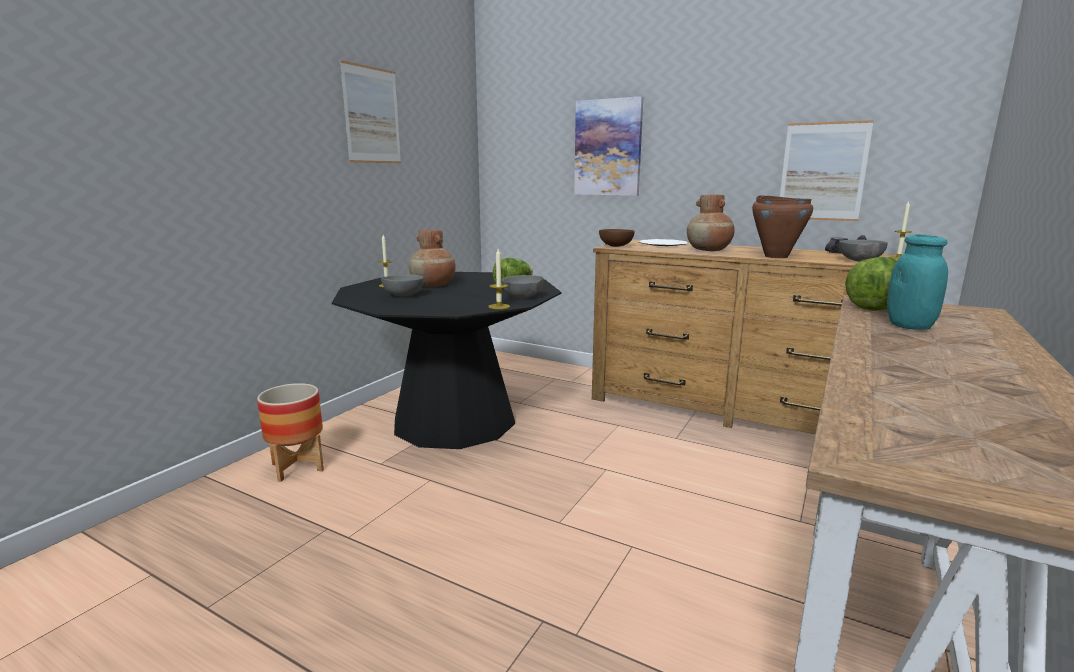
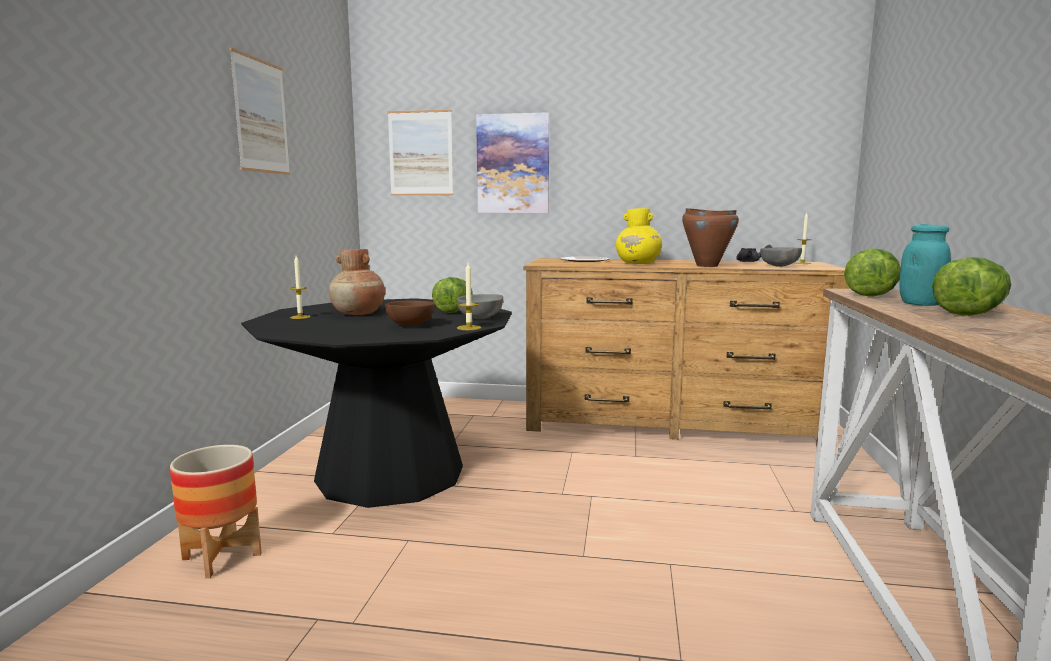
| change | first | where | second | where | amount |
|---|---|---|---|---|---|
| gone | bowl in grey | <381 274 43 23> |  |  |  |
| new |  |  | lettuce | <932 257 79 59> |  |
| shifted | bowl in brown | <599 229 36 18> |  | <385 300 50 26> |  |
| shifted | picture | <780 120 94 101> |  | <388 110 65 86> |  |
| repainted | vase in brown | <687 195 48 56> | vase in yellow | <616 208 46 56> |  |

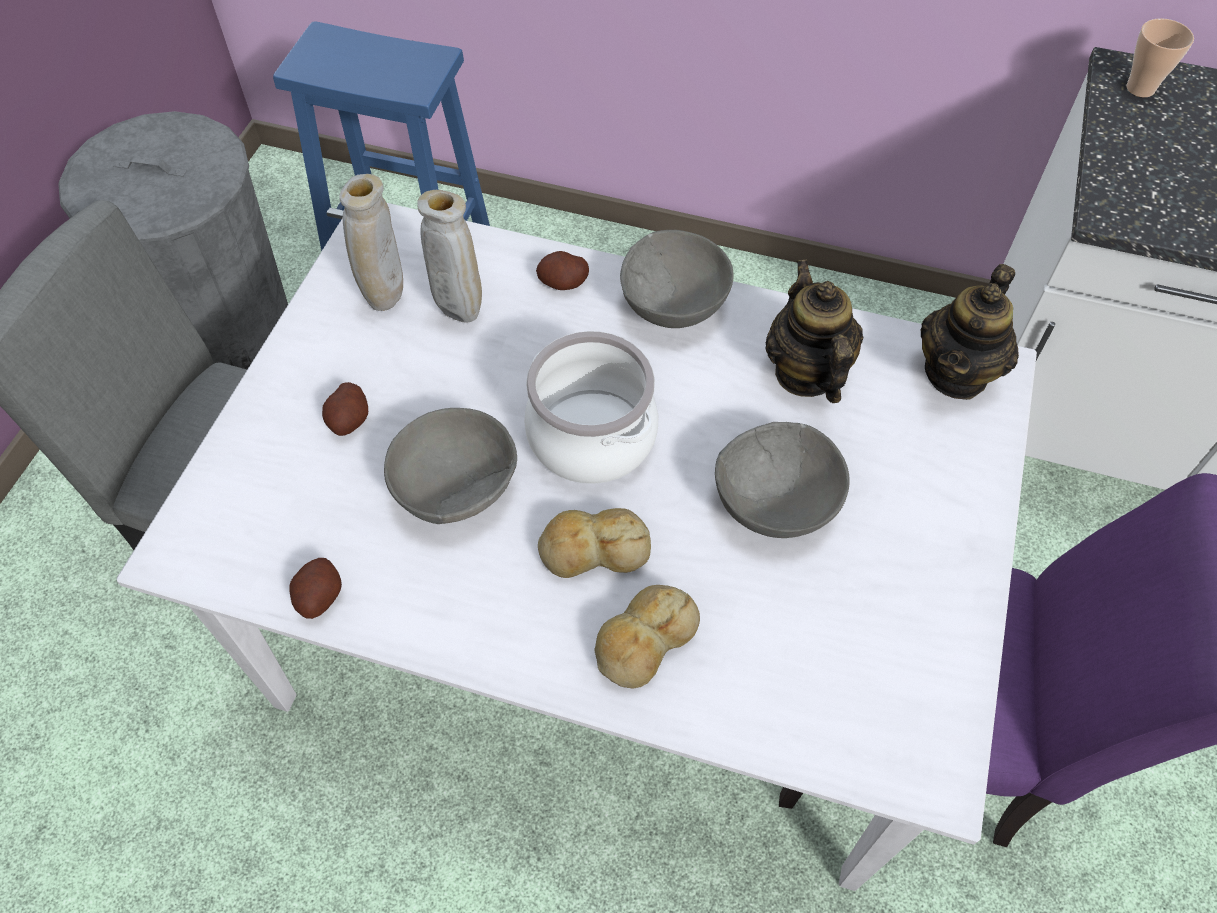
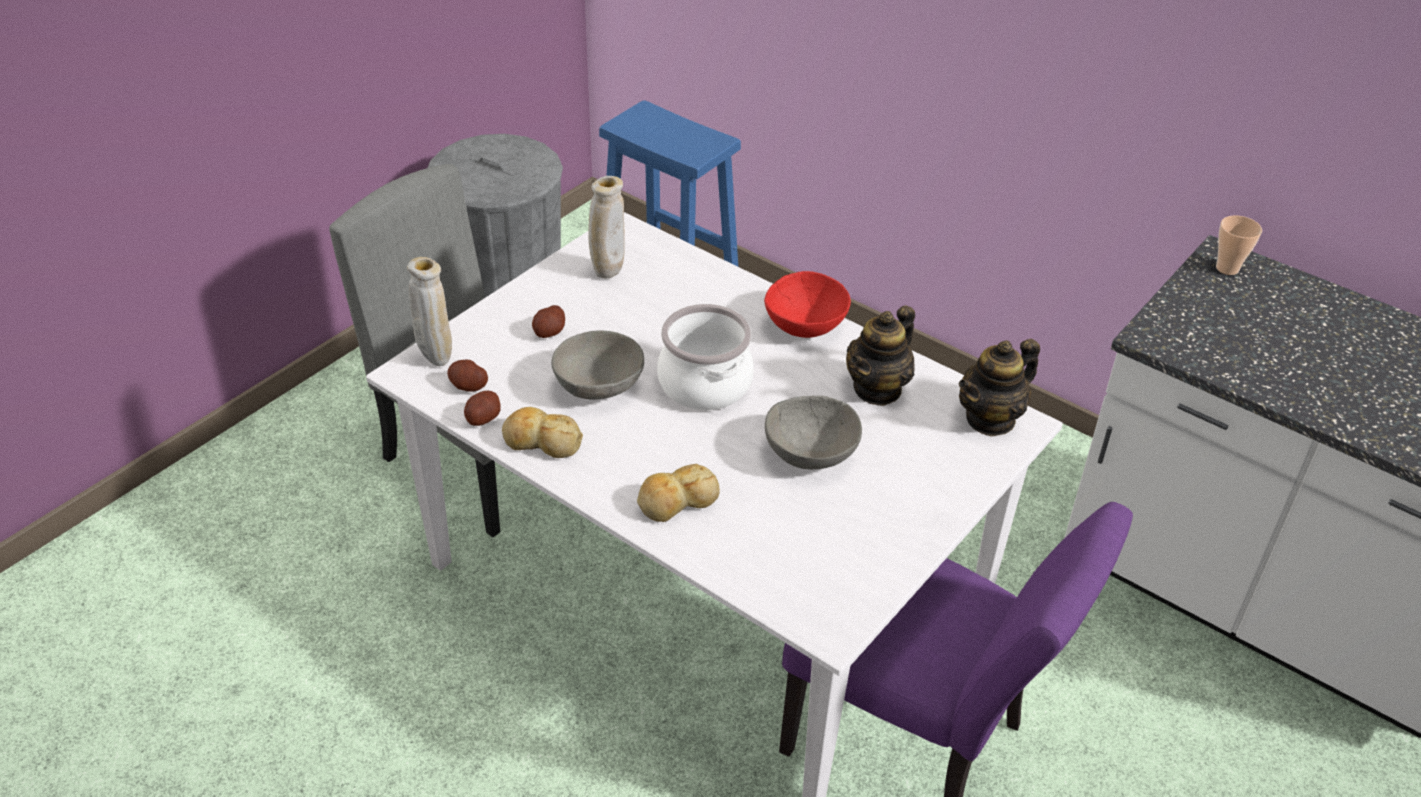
| change | first | where | second | where | amount |
|---|---|---|---|---|---|
| shifted | vase in beige | <417 190 65 133> |  | <407 257 45 109> |  |
| shifted | potato | <536 251 53 39> |  | <447 360 41 32> |  |
| shifted | bread | <538 508 113 70> |  | <502 407 81 51> |  |
| repainted | bowl in grey | <620 230 114 98> | bowl in red | <764 271 87 67> |  |
| rotated | teapot | <765 259 99 144> |  | <846 305 69 101> | 150 degrees counterclockwise |

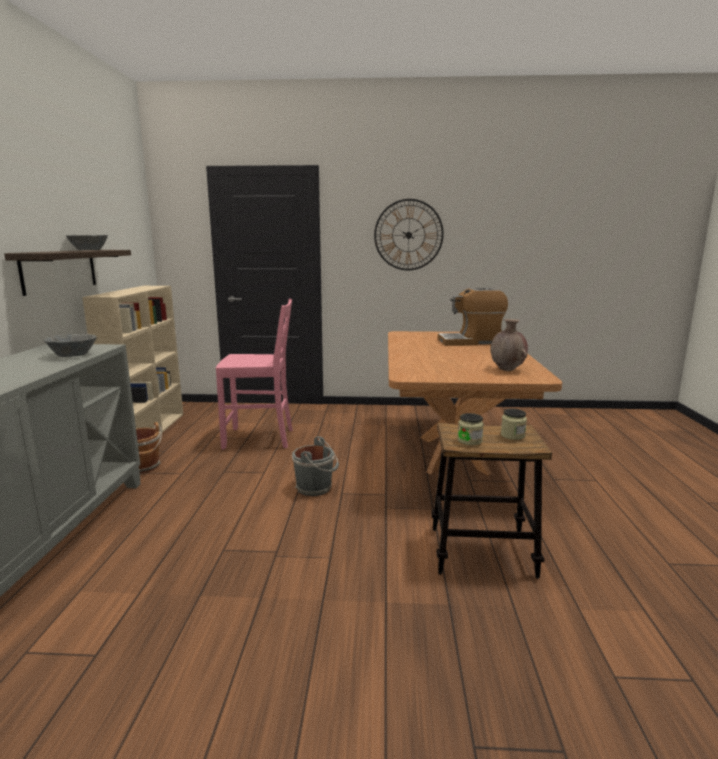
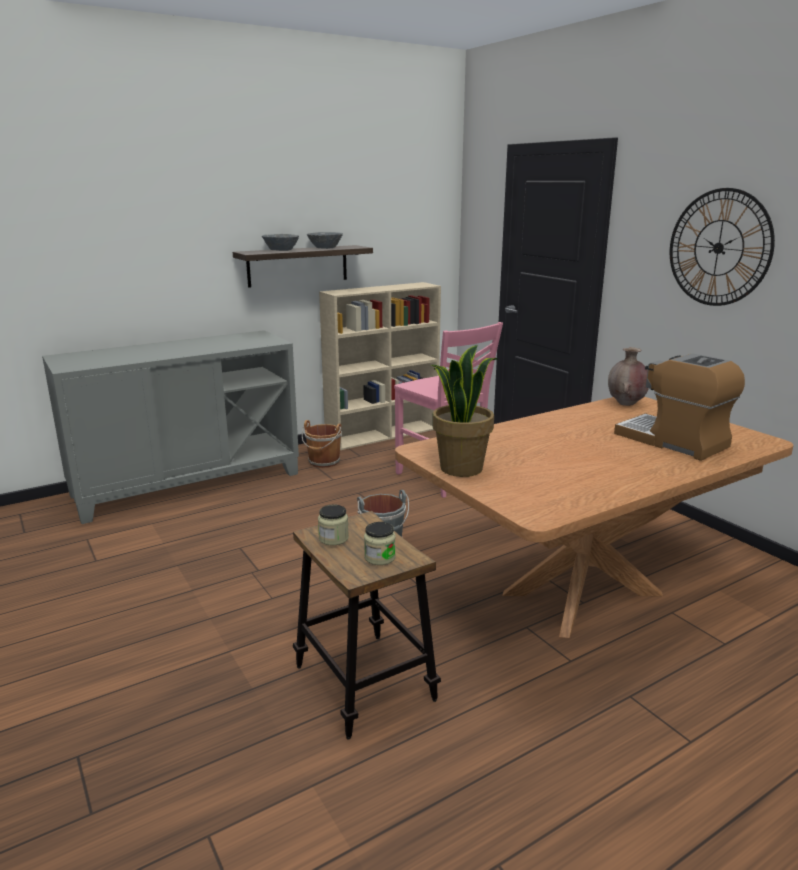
| change | first | where | second | where | amount |
|---|---|---|---|---|---|
| new |  |  | potted plant | <431 345 67 132> |  |
| shifted | bowl in grey | <44 334 53 23> |  | <262 234 37 17> |  |
| shifted | vase in brown | <491 319 37 52> |  | <608 347 41 59> |  |

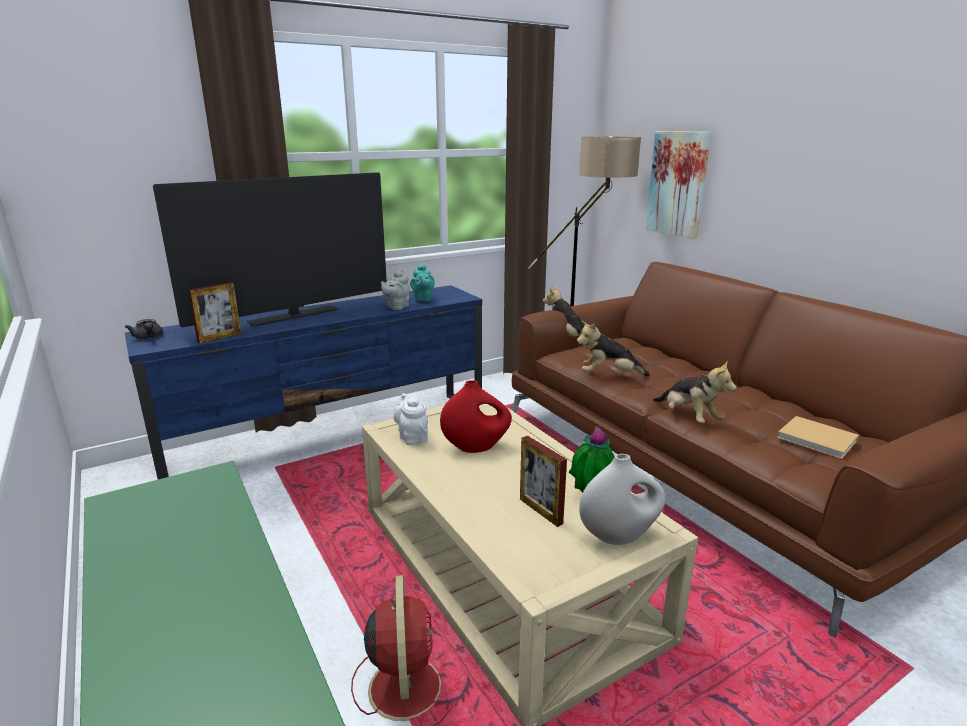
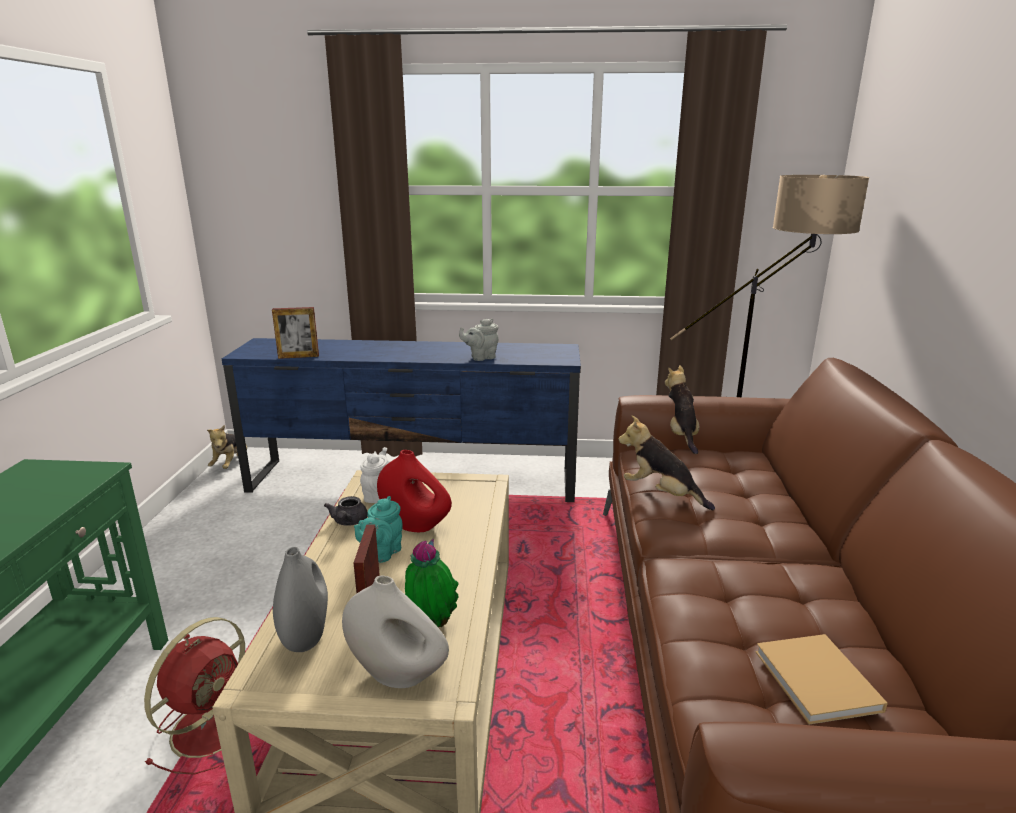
| change | first | where | second | where | amount |
|---|---|---|---|---|---|
| gone | television | <153 172 234 156> |  |  |  |
| gone | picture | <646 131 65 108> |  |  |  |
| new |  |  | vase in grey | <273 547 55 105> |  |
| shifted | teapot in grey | <125 319 38 20> |  | <324 496 44 30> |  |
| shifted | teapot in turquoise | <410 264 25 38> |  | <354 496 49 67> |  |
| shifted | plush toy | <653 361 84 62> |  | <207 425 40 44> |  |

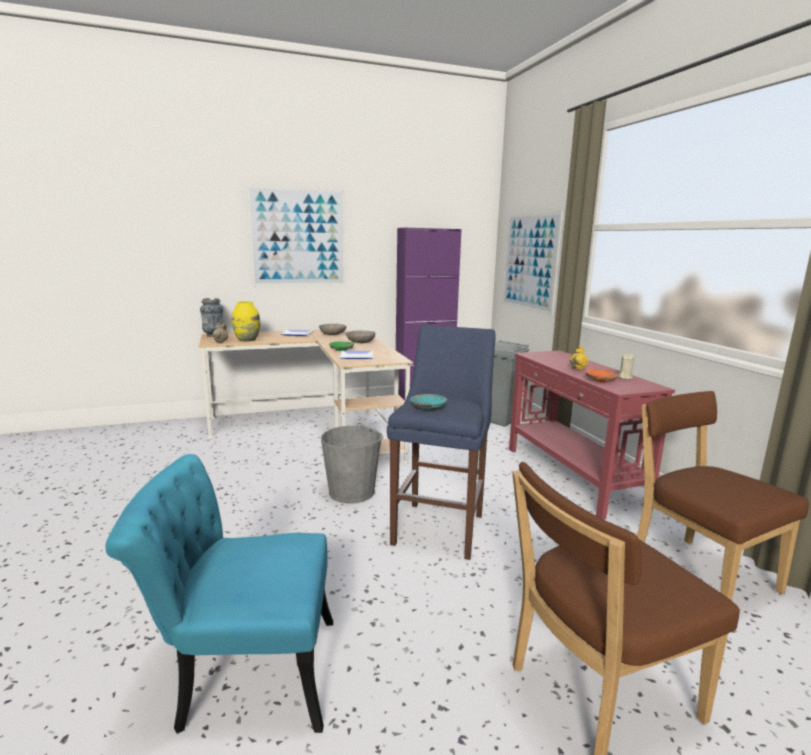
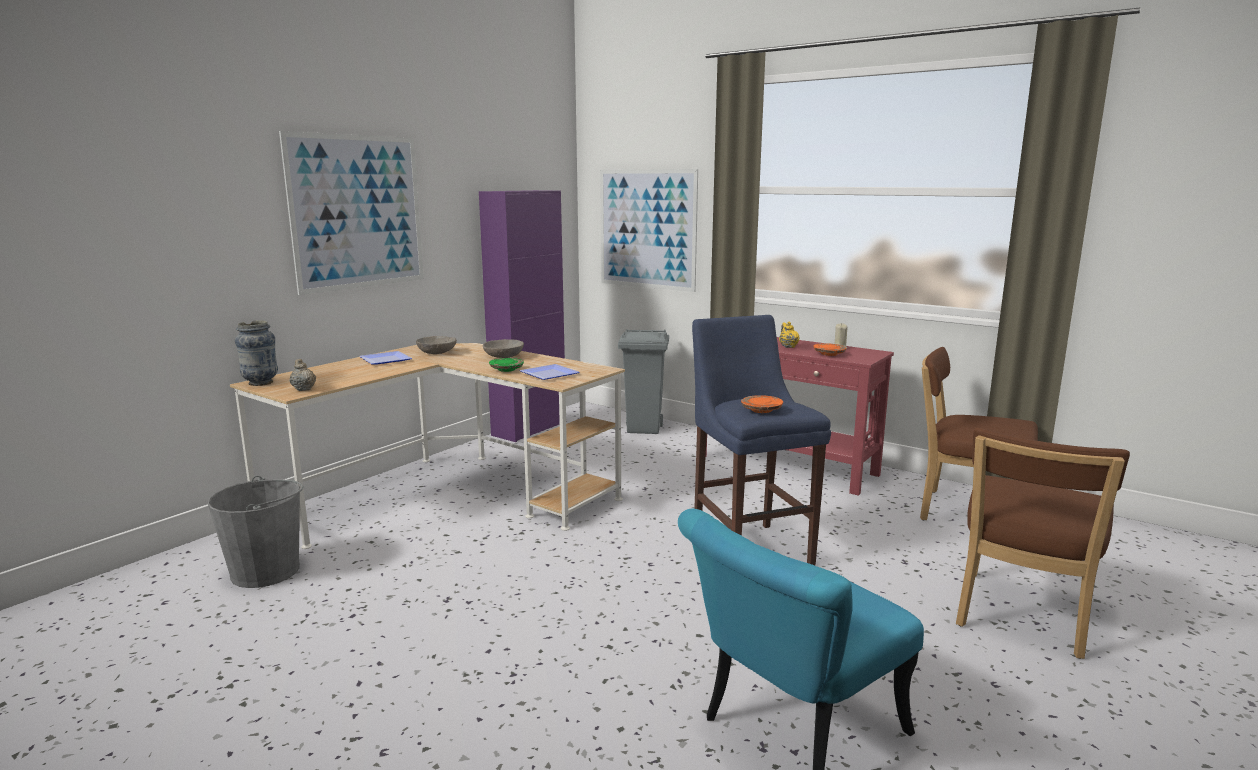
| change | first | where | second | where | amount |
|---|---|---|---|---|---|
| gone | vase in yellow | <232 301 28 41> |  |  |  |
| shifted | bucket in grey | <321 423 62 81> |  | <208 476 96 112> |  |
| repainted | plate in turquoise | <410 394 37 16> | plate in orange | <741 395 42 18> |  |

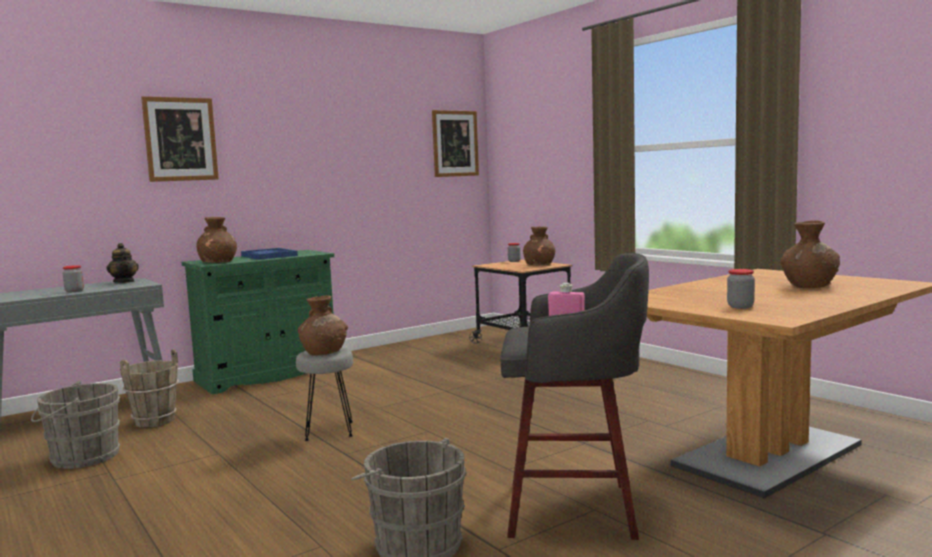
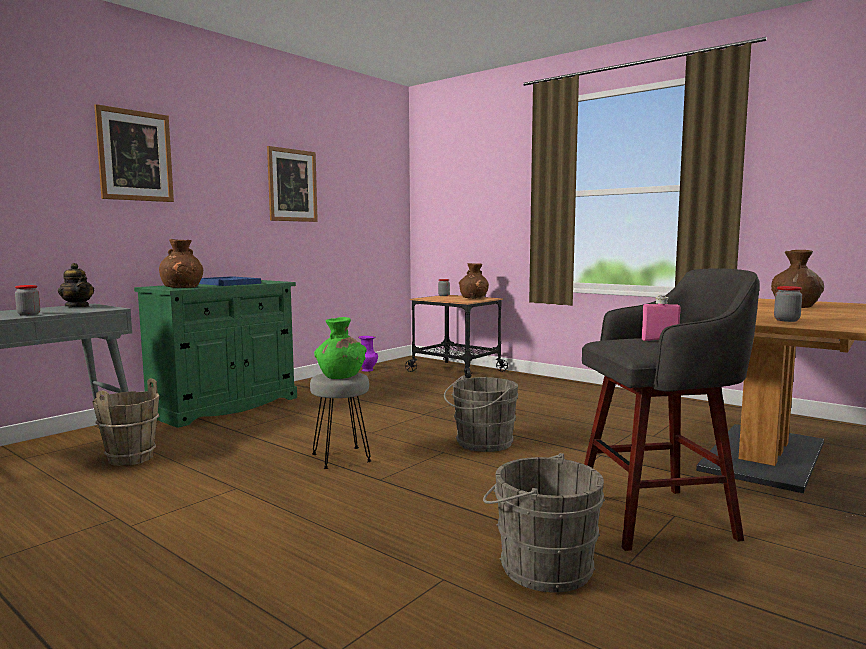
| change | first | where | second | where | amount |
|---|---|---|---|---|---|
| new |  |  | vase in purple | <358 336 20 36> |  |
| shifted | bucket in grey | <31 381 89 88> |  | <444 375 74 77> |  |
| shifted | picture | <432 110 47 67> |  | <267 146 51 76> |  |
| repainted | vase in brown | <298 295 50 60> | vase in green | <314 317 53 62> |  |

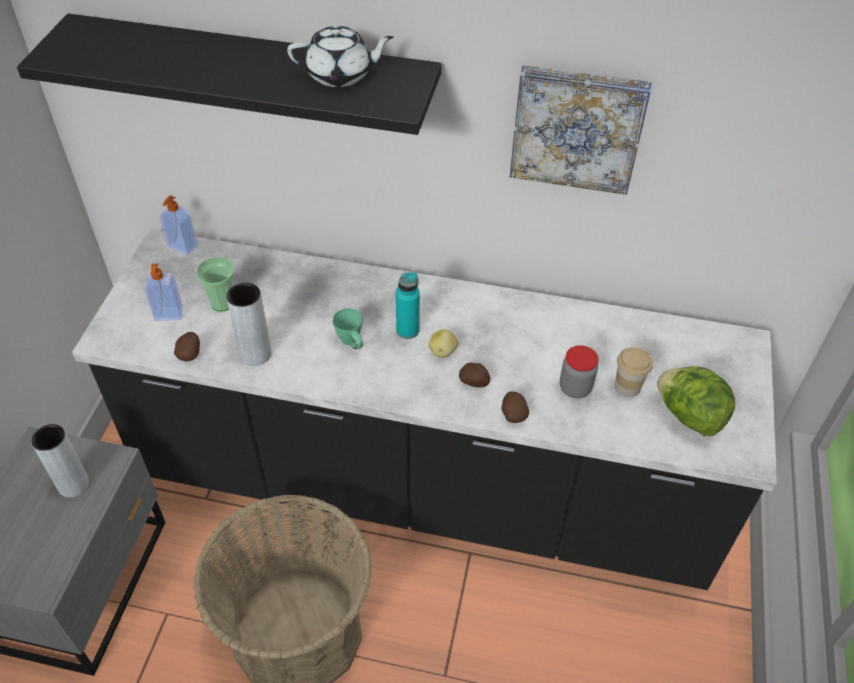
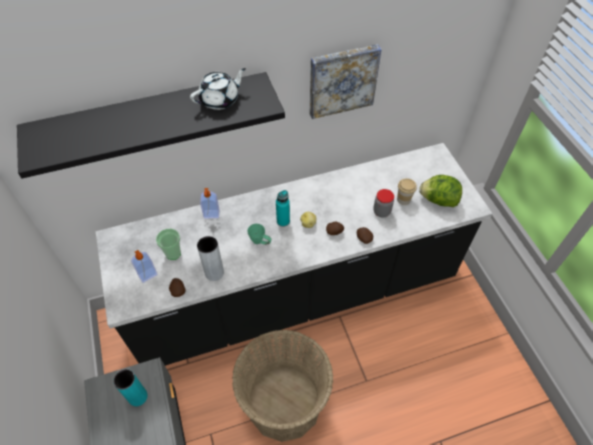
| change | first | where | second | where | amount |
|---|---|---|---|---|---|
| shifted | soap dispenser | <160 195 38 60> |  | <200 188 19 31> |  |
| repainted | vase in grey | <31 424 58 74> | vase in turquoise | <114 369 34 37> |  |

